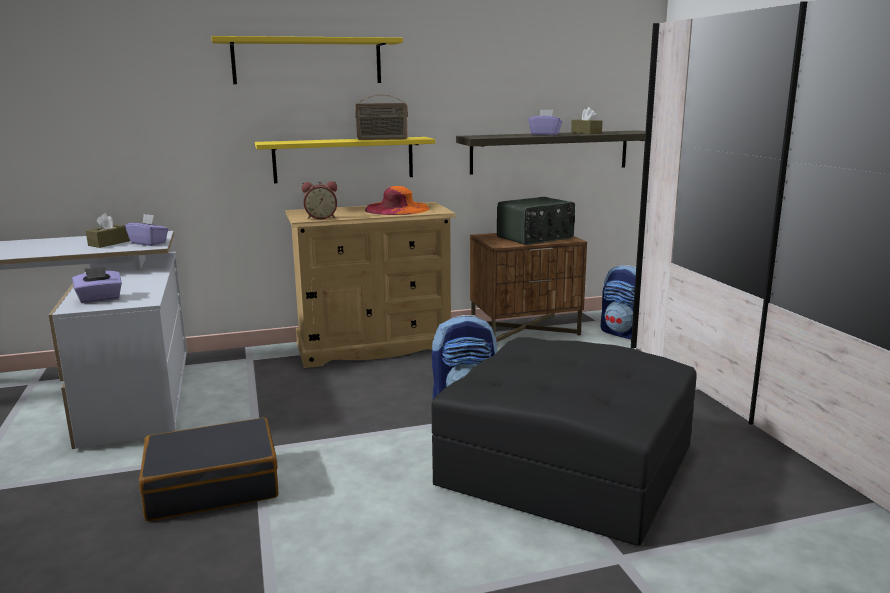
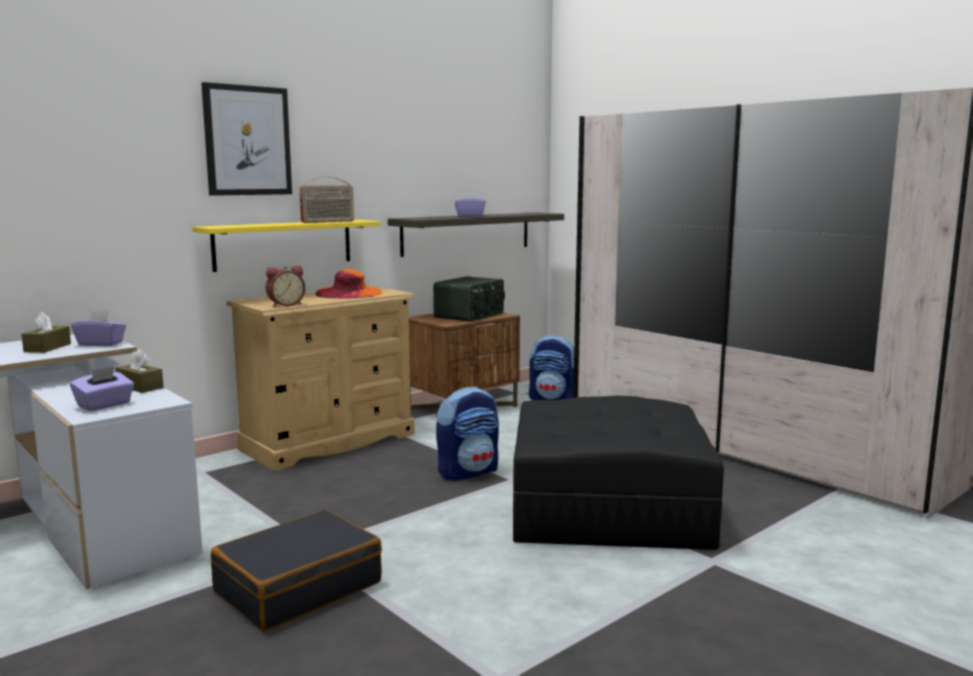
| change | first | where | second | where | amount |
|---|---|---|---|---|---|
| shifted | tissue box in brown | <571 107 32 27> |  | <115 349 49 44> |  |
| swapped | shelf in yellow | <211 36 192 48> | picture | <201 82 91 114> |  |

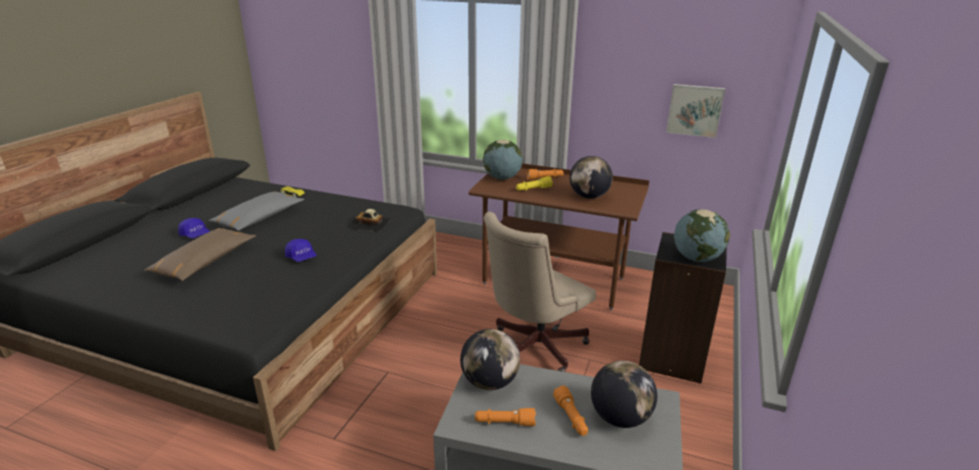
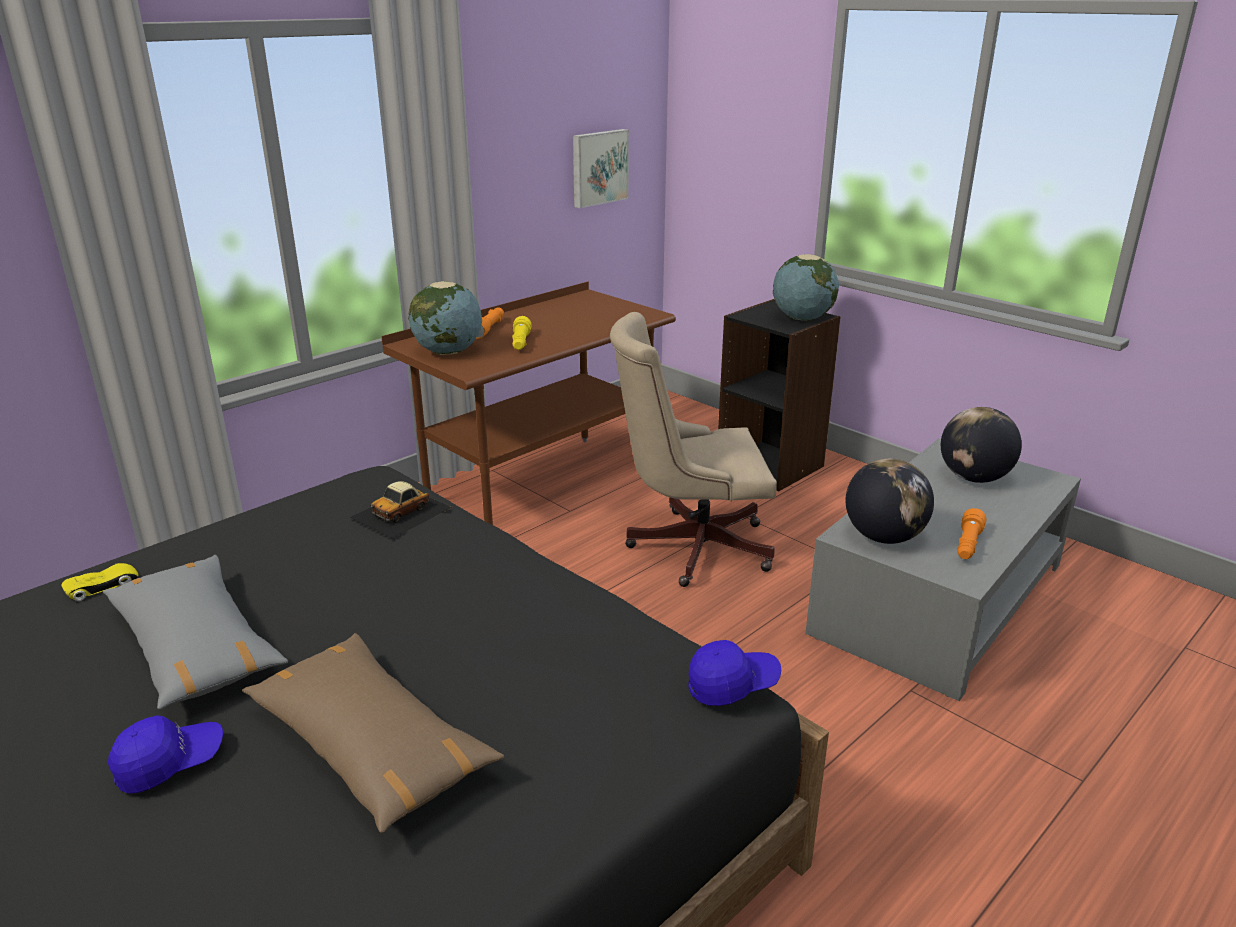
| change | first | where | second | where | amount |
|---|---|---|---|---|---|
| gone | flashlight in orange | <553 386 35 50> |  |  |  |
| gone | globe | <570 156 43 43> |  |  |  |
| shifted | cap in blue | <285 239 32 23> |  | <688 640 93 66> |  |
| rotated | office chair in beige | <483 212 113 160> |  | <610 312 167 275> | 105 degrees clockwise |

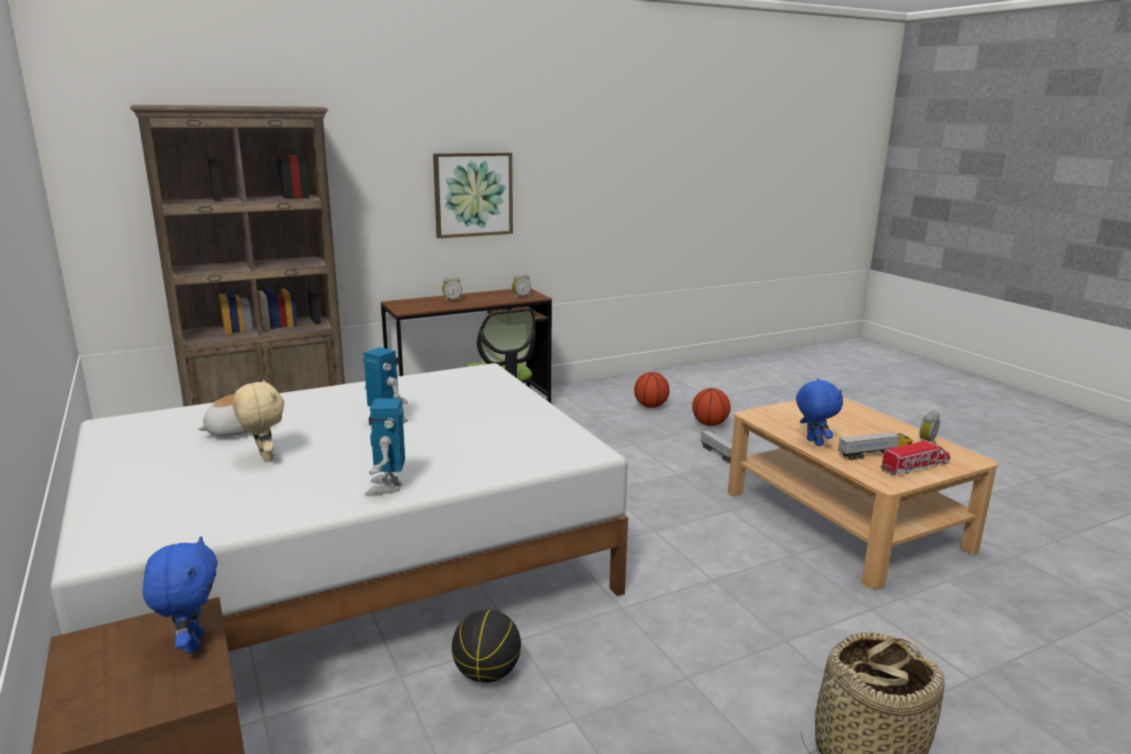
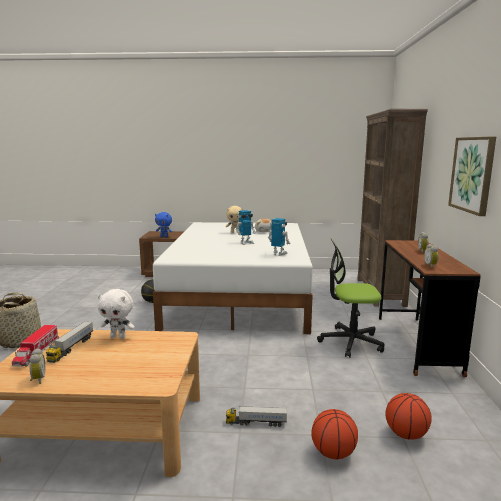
| change | first | where | second | where | amount |
|---|---|---|---|---|---|
| shifted | toy robot | <364 398 41 98> |  | <268 218 22 38> |  |
| repainted | plush toy in blue | <796 379 47 67> | plush toy in white | <97 289 38 50> |  |

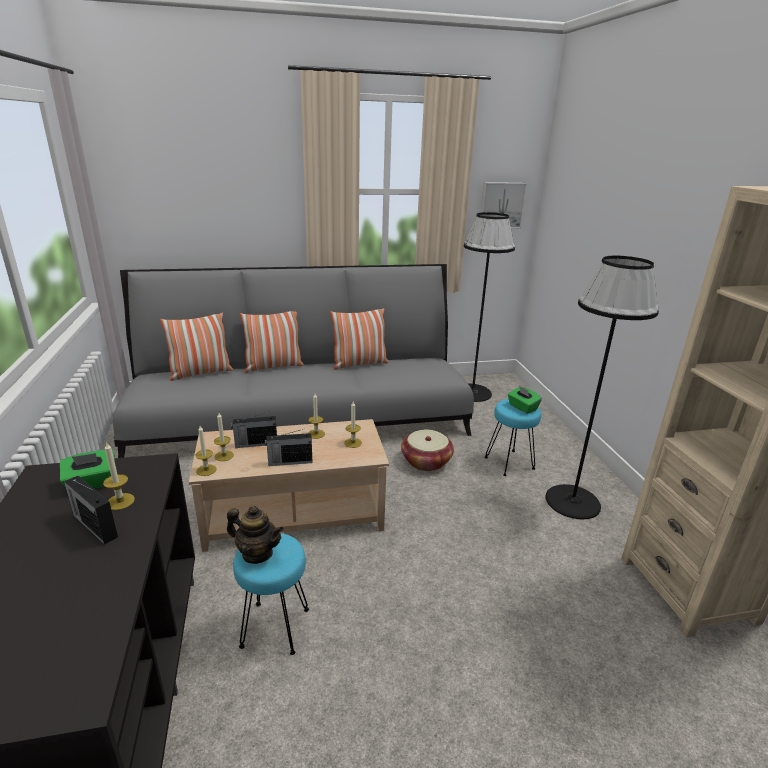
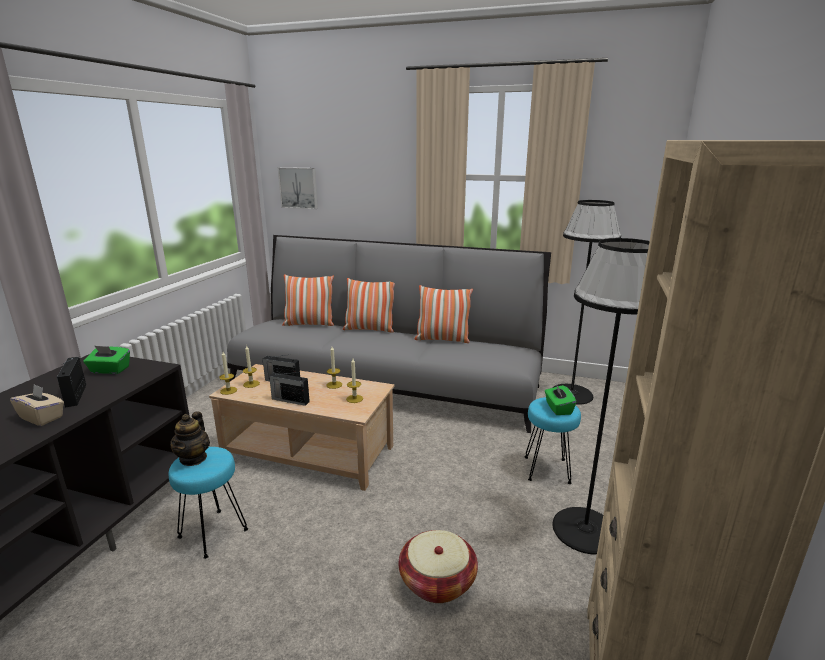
| change | first | where | second | where | amount |
|---|---|---|---|---|---|
| gone | candle | <103 441 32 69> |  |  |  |
| new |  |  | tissue box in beige | <10 384 54 42> |  |
| shifted | basket | <401 430 53 41> |  | <399 530 79 73> |  |
| shifted | picture | <481 182 46 46> |  | <278 167 40 42> |  |
| rotated | teapot | <227 506 57 58> |  | <170 412 40 54> | 45 degrees clockwise |

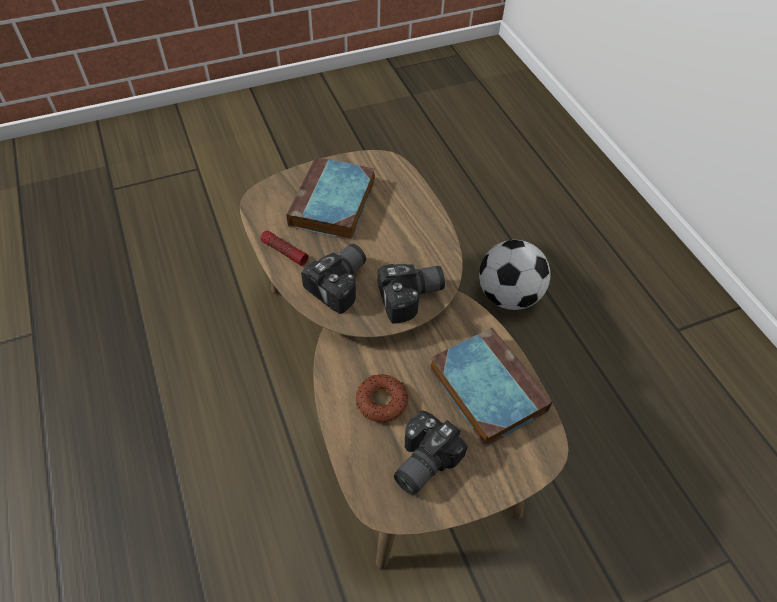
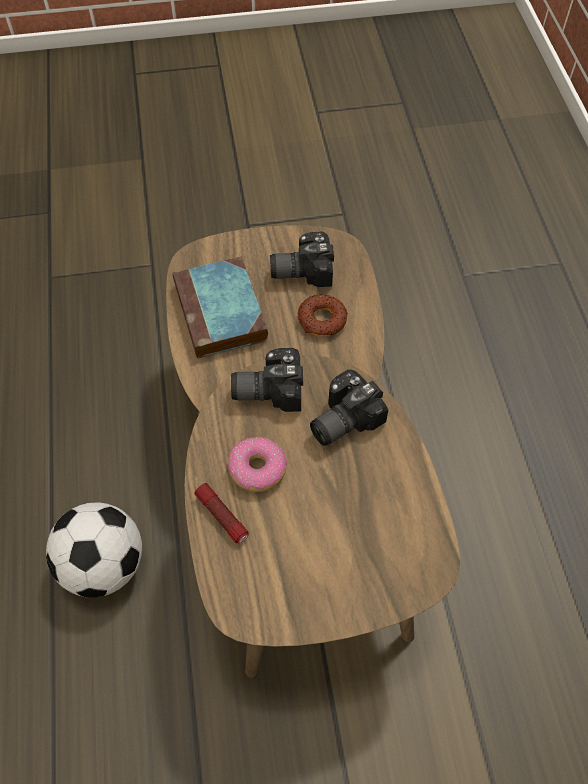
| change | first | where | second | where | amount |
|---|---|---|---|---|---|
| gone | book | <286 157 89 83> |  |  |  |
| new |  |  | donut | <228 437 59 55> |  |
| shifted | flashlight | <260 230 49 36> |  | <194 483 55 60> |  |
| rotated | photo camera | <394 410 74 85> |  | <270 231 64 56> | 150 degrees counterclockwise |

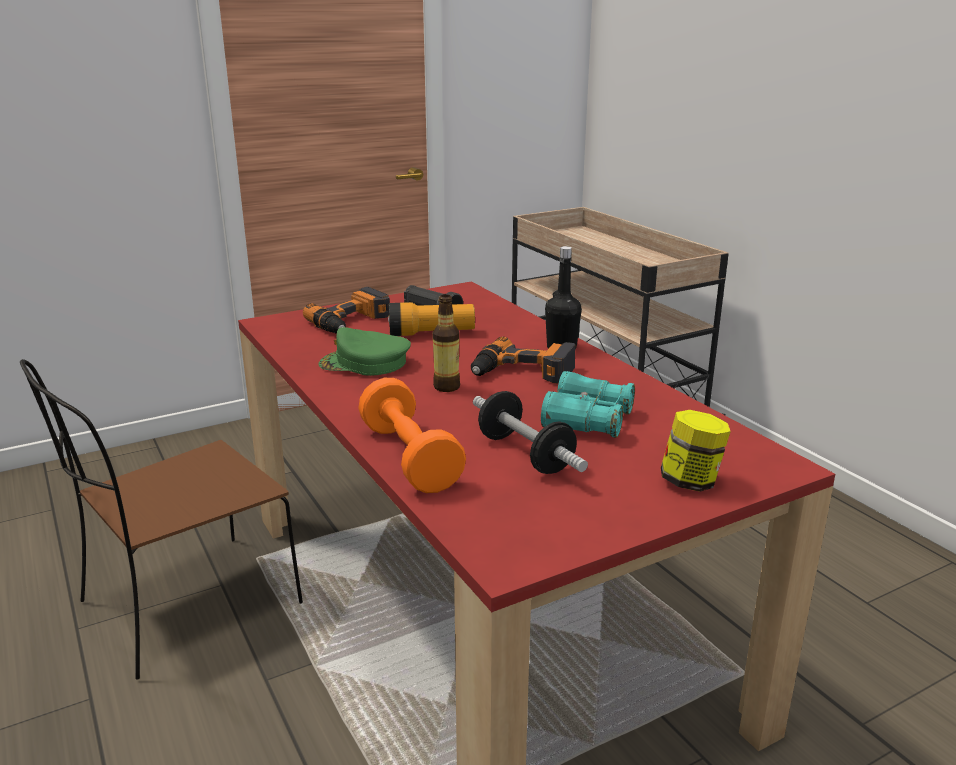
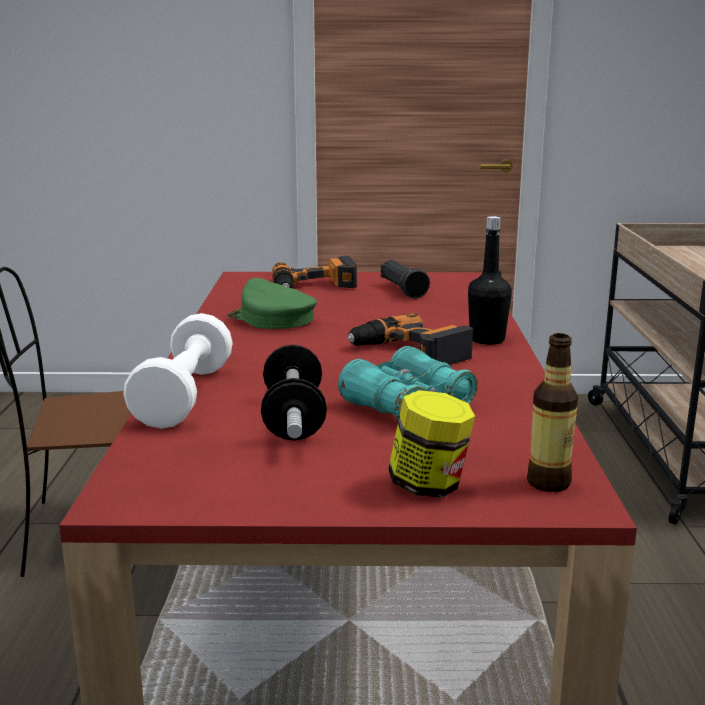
| change | first | where | second | where | amount |
|---|---|---|---|---|---|
| gone | flashlight | <388 302 87 34> |  |  |  |
| shifted | bottle | <433 294 27 98> |  | <527 333 51 159> |  |
| repainted | dumbbell in orange | <358 378 108 115> | dumbbell in white | <124 313 109 116> |  |

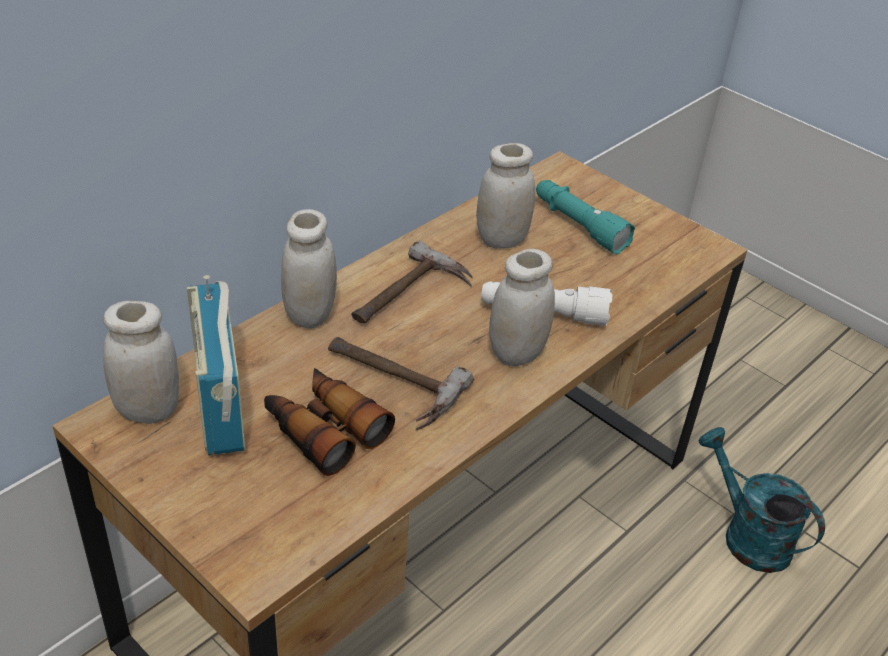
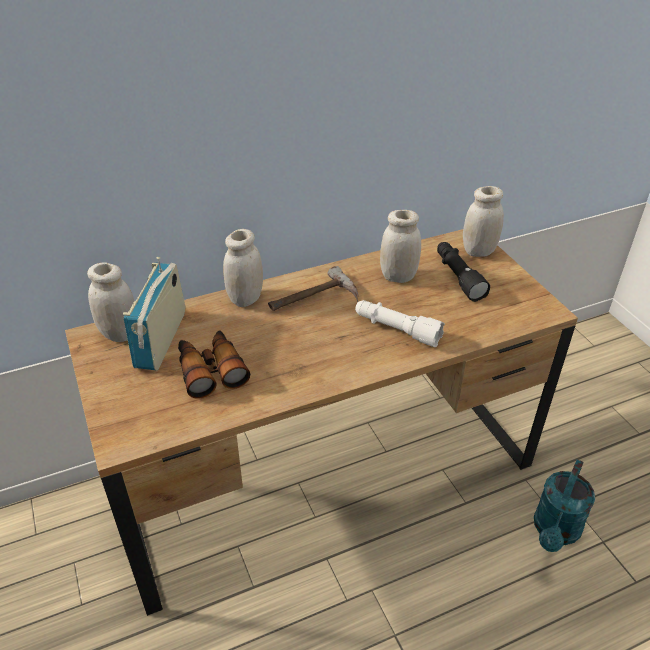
| change | first | where | second | where | amount |
|---|---|---|---|---|---|
| gone | hammer | <328 337 146 93> |  |  |  |
| shifted | jar in white | <489 249 66 117> |  | <463 186 41 71> |  |
| repainted | flashlight in turquoise | <536 180 99 74> | flashlight in black | <437 242 53 60> |  |
| rotated | watering can in turquoise | <698 427 127 146> |  | <534 459 61 93> | 135 degrees counterclockwise |

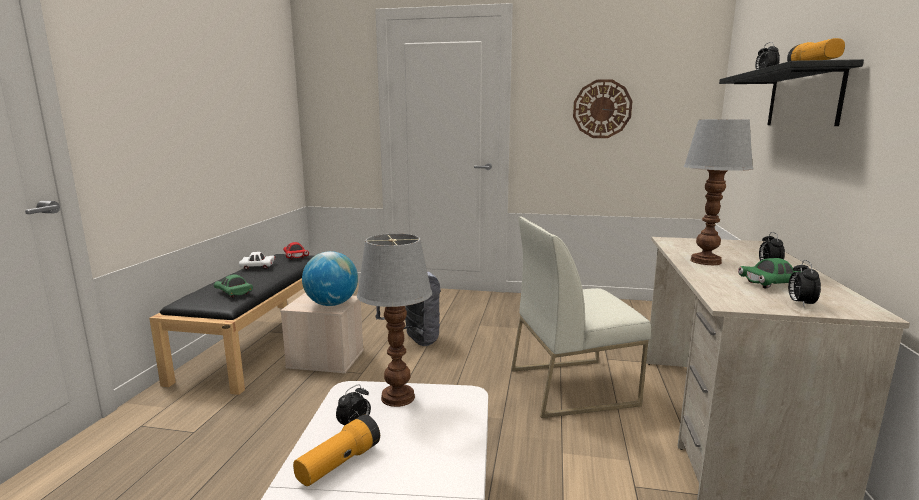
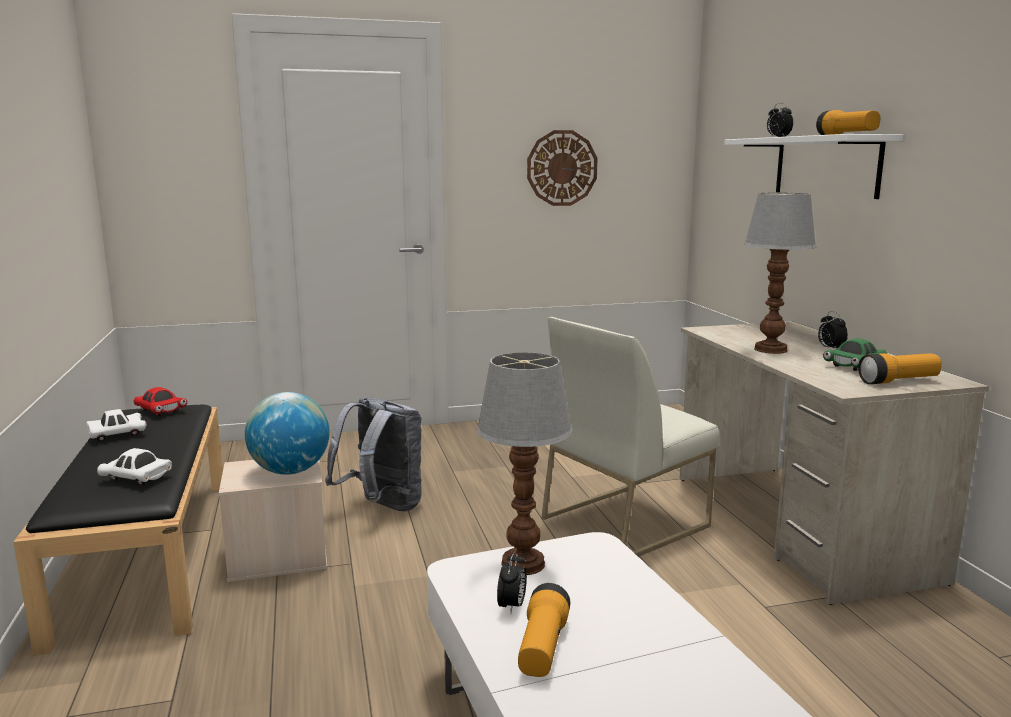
| change | first | where | second | where | amount |
|---|---|---|---|---|---|
| swapped | alarm clock | <788 260 33 48> | flashlight | <858 353 84 31> |  |
| repainted | toy car in green | <214 274 39 23> | toy car in white | <97 448 75 37> |  |
| repainted | shelf in black | <719 59 145 67> | shelf in white | <724 134 179 65> |  |

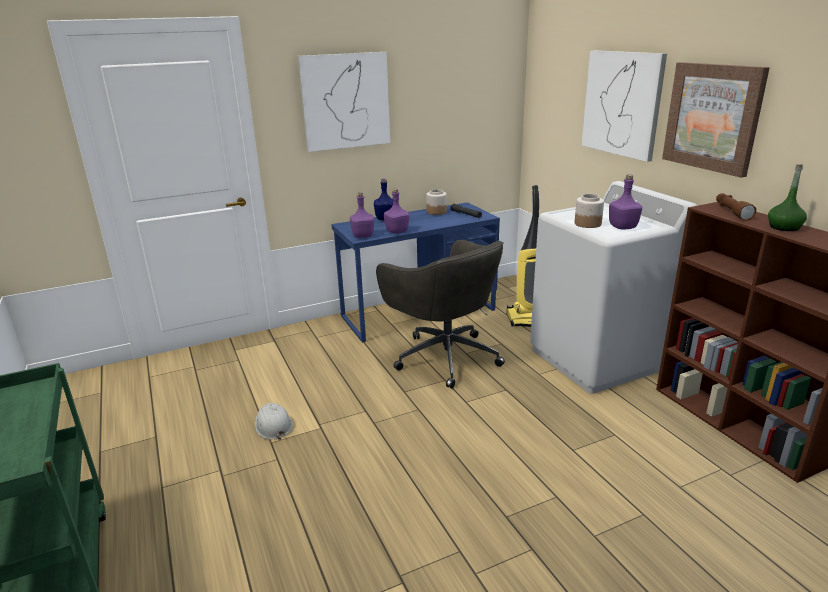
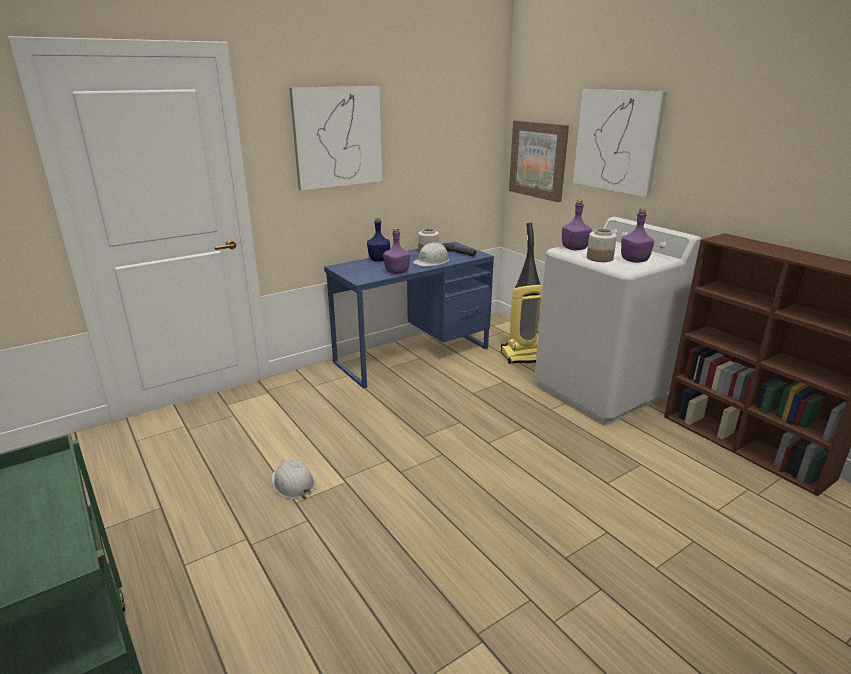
| change | first | where | second | where | amount |
|---|---|---|---|---|---|
| gone | office chair in grey | <376 240 129 148> |  |  |  |
| gone | flashlight in brown | <716 193 40 27> |  |  |  |
| gone | bottle in green | <768 164 39 67> |  |  |  |
| new |  |  | hard hat in white | <413 242 36 25> |  |
| shifted | bottle in purple | <350 192 24 46> |  | <562 200 30 50> |  |
| shifted | picture | <662 62 108 116> |  | <509 120 60 82> |  |

